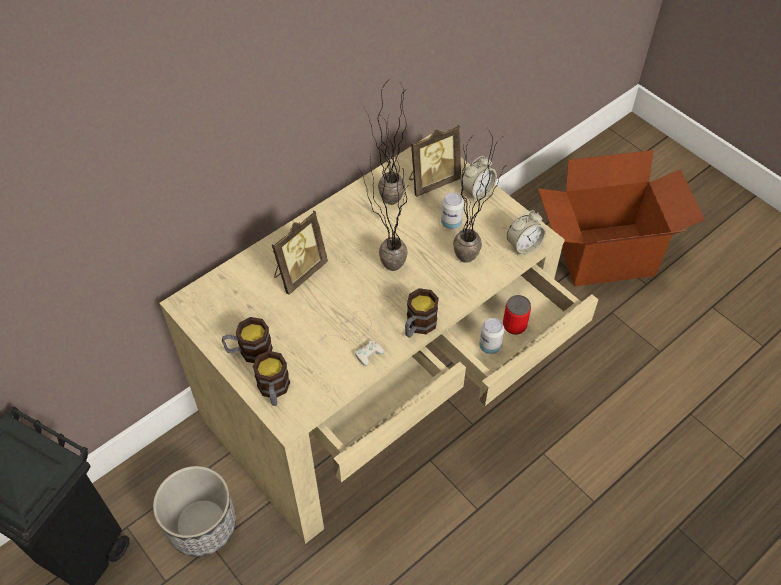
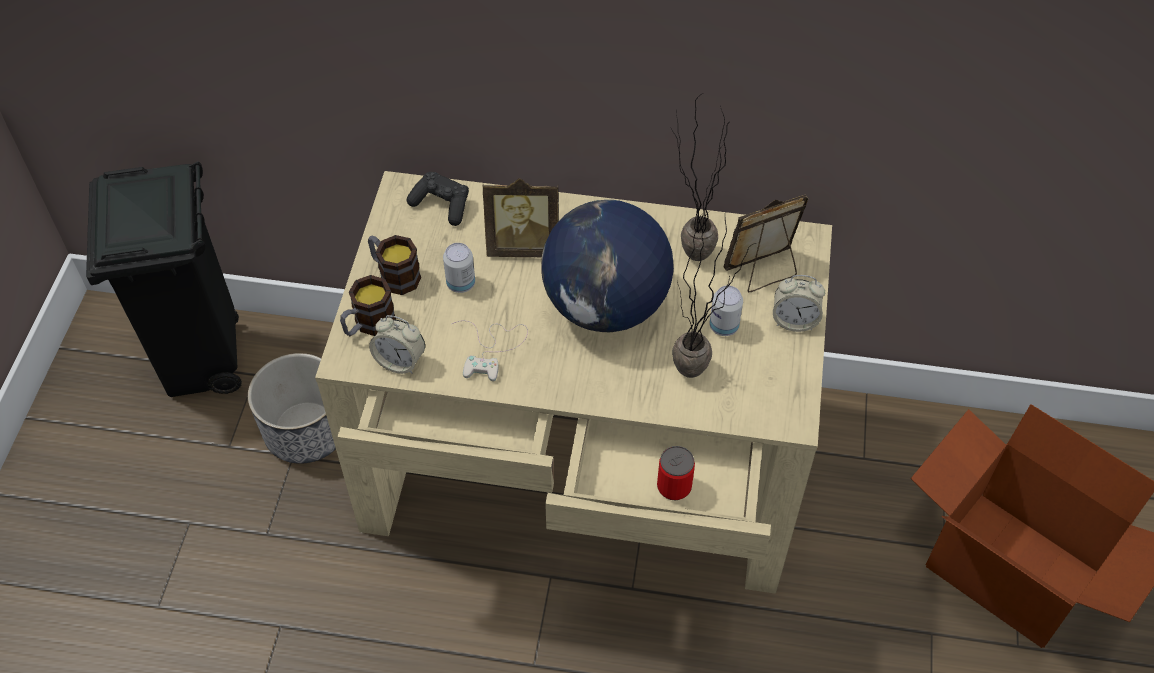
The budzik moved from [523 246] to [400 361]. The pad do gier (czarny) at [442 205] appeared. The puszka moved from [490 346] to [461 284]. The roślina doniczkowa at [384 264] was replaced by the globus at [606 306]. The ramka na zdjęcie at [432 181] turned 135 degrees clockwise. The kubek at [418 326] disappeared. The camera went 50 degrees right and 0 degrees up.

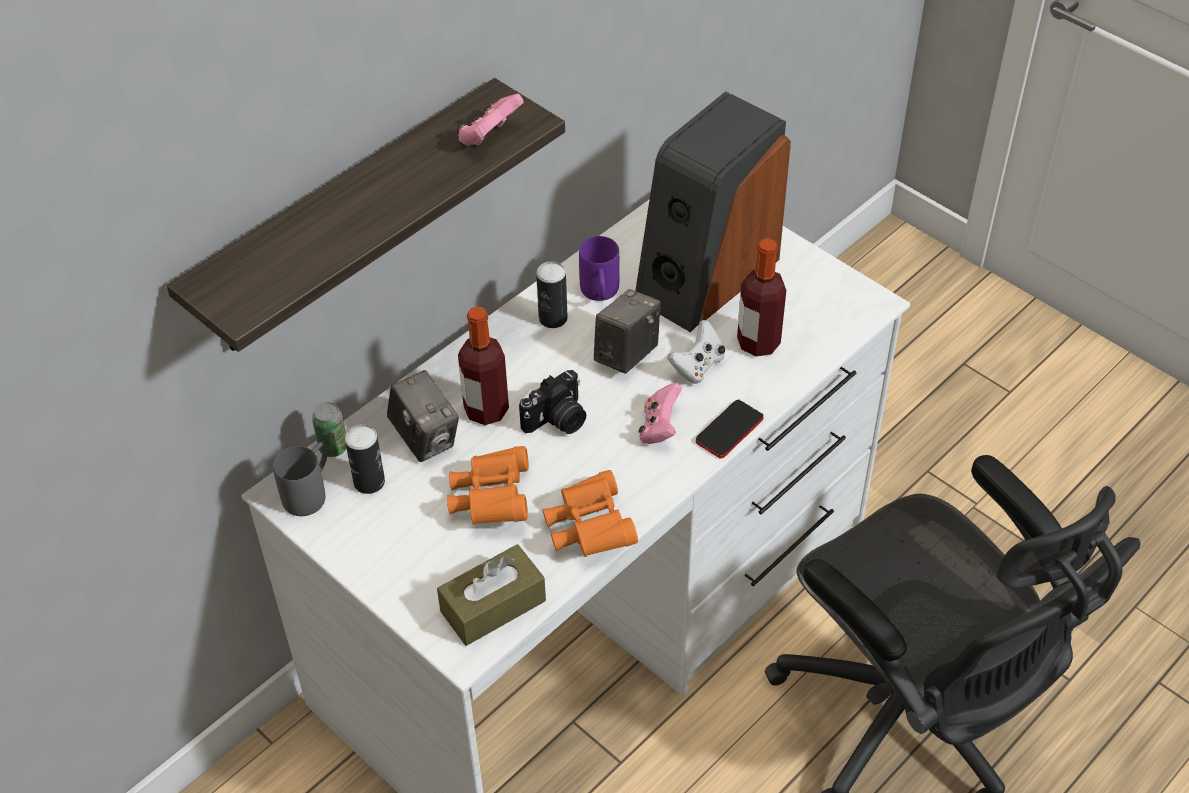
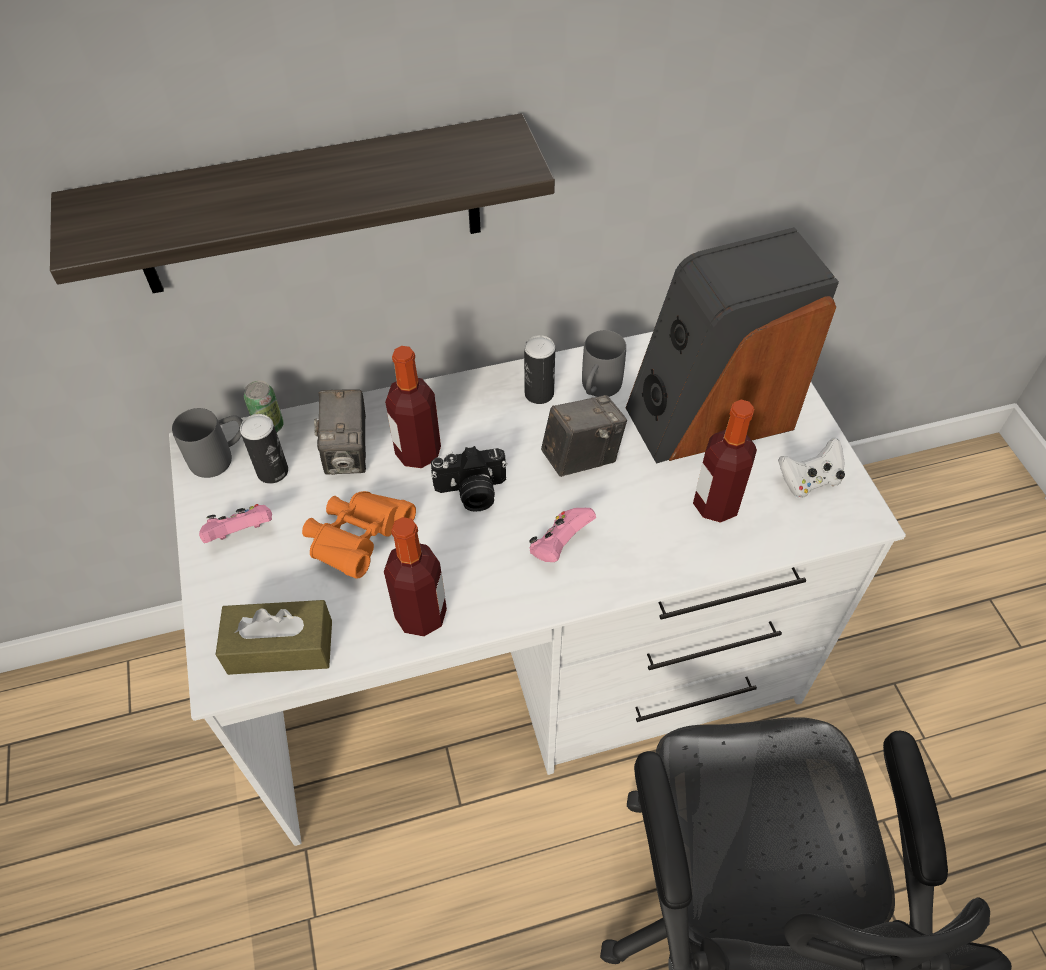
The pad do gier (różowy) moved from [489 137] to [241 533]. The lornetka (pomarańczowy) at [589 529] was replaced by the butelka at [421 615]. The kubek (fioletowy) at [600 294] became the kubek (szary) at [598 389]. The pad do gier (biały) moved from [697 366] to [809 480]. The telefon at [729 430] disappeared. The camera went 30 degrees right and 5 degrees up.

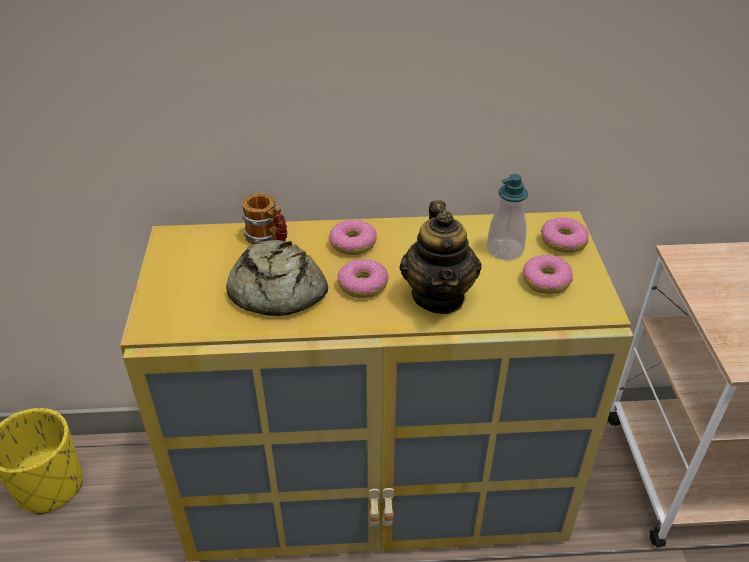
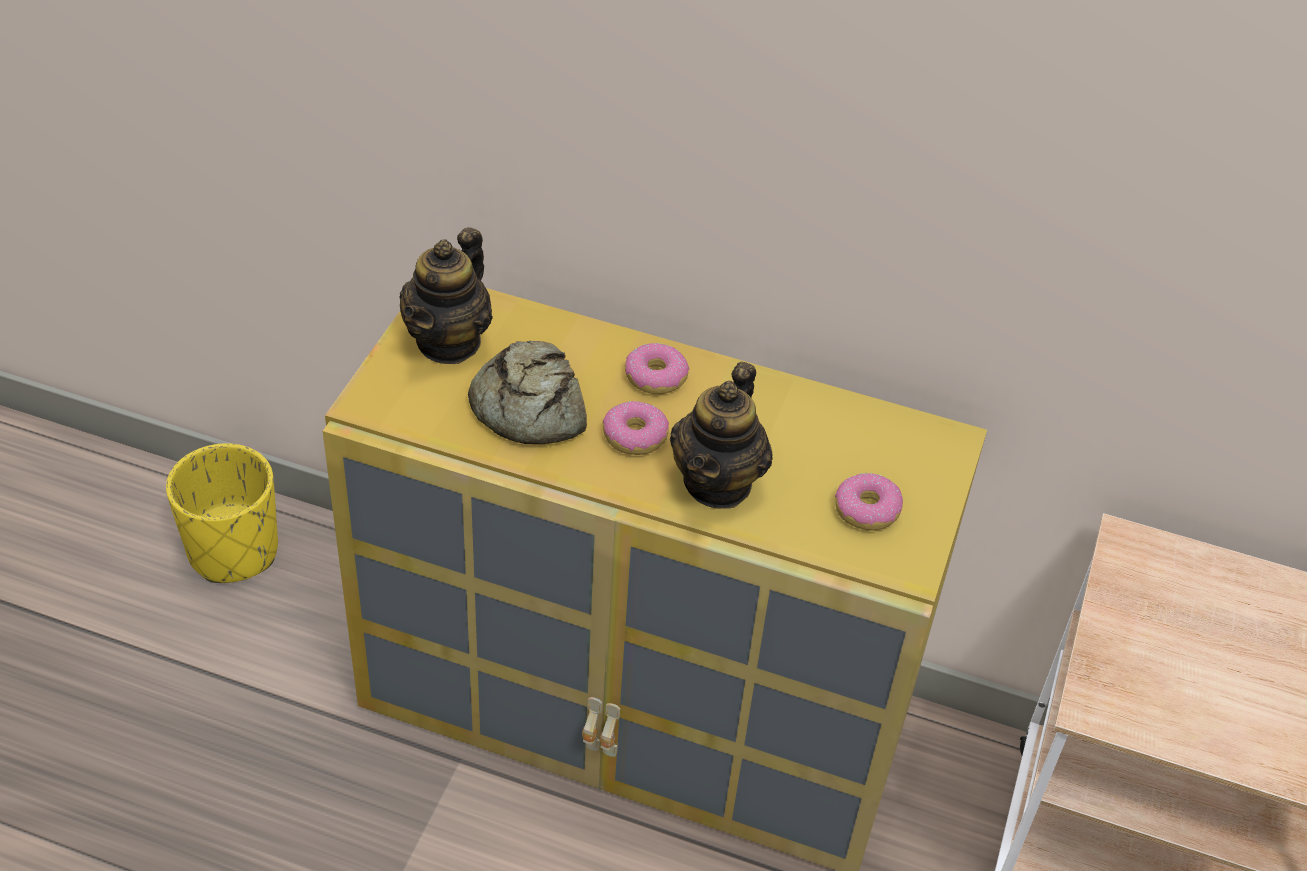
The imbryk at [449 342] appeared. The kubek at [268 239] disappeared. The dozownik mydła at [504 250] disappeared. The donut at [562 242] disappeared. The camera went 20 degrees right and 5 degrees up.

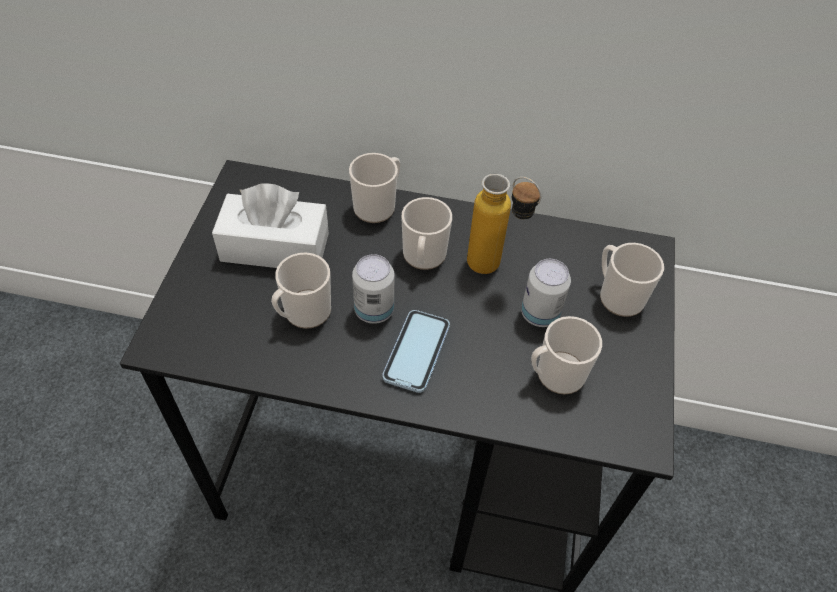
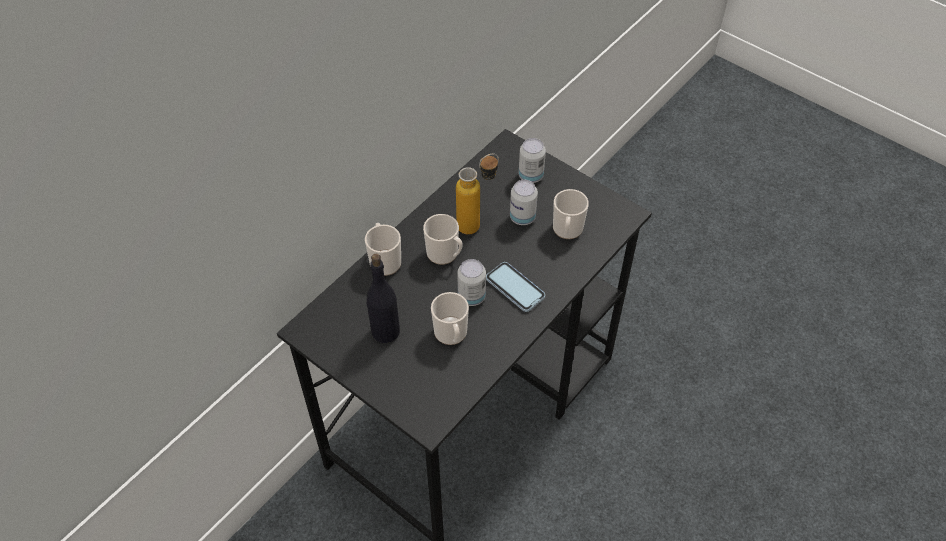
The pudełko chusteczek (biały) at [275 247] was replaced by the butelka (czarny) at [385 331]. The kubek at [617 295] was replaced by the puszka at [530 176]. The camera went 60 degrees left and 0 degrees up.

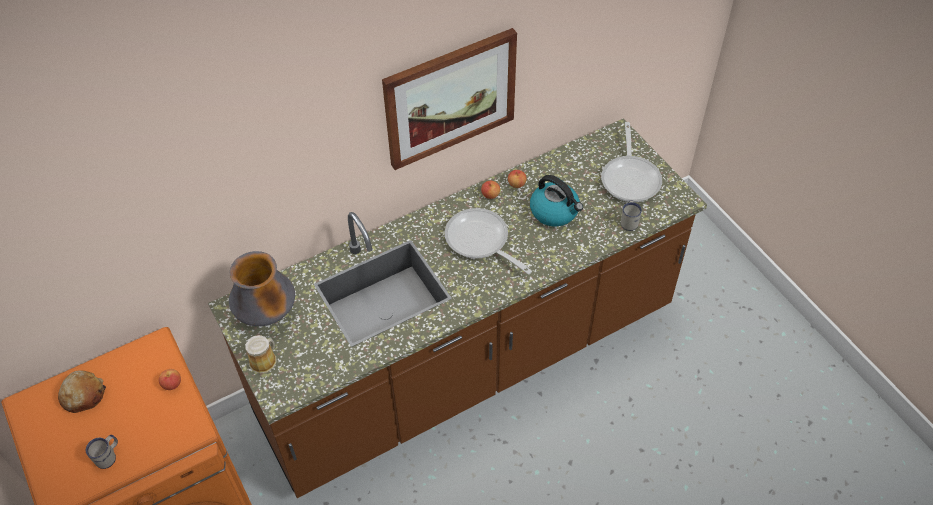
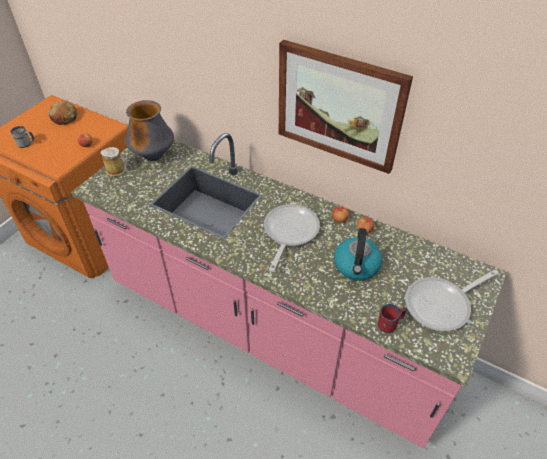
The zabudowa kuchenna (brązowy) at [468 364] became the zabudowa kuchenna (różowy) at [273 329]. The kubek (biały) at [629 221] became the kubek (czerwony) at [390 324]. The camera went 60 degrees right and 5 degrees down.

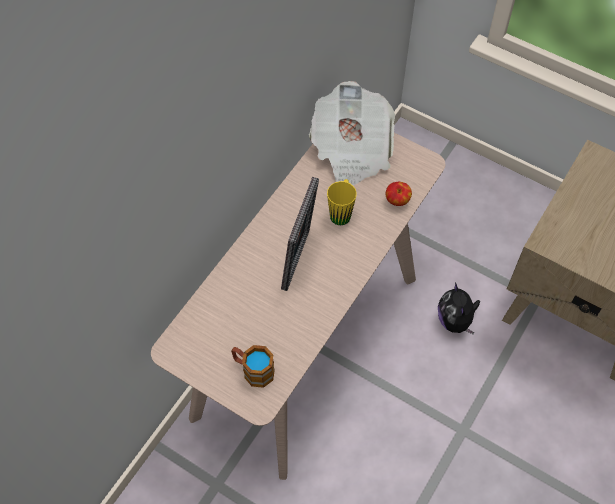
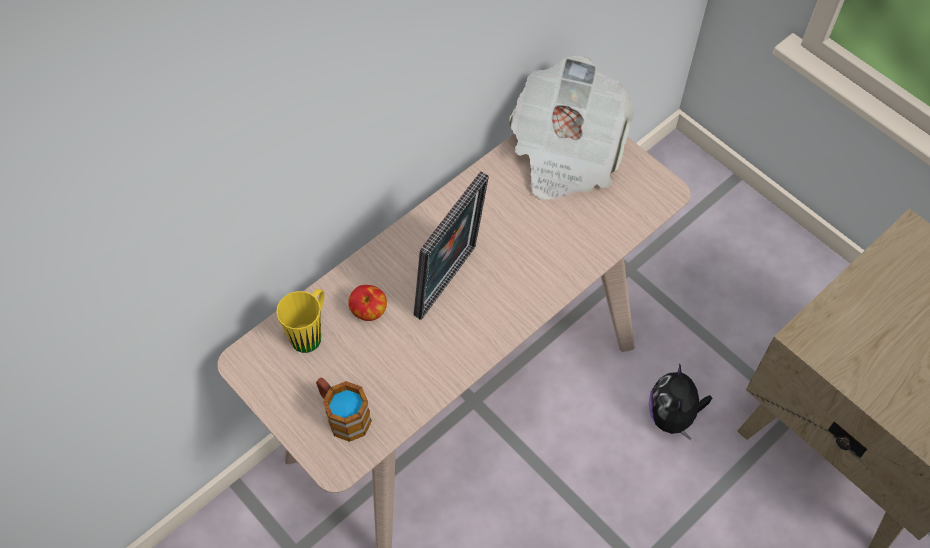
The kubek (żółty) moved from [341 212] to [311 332]. The jabłko moved from [397 201] to [369 312]. The camera went 15 degrees right and 0 degrees up.

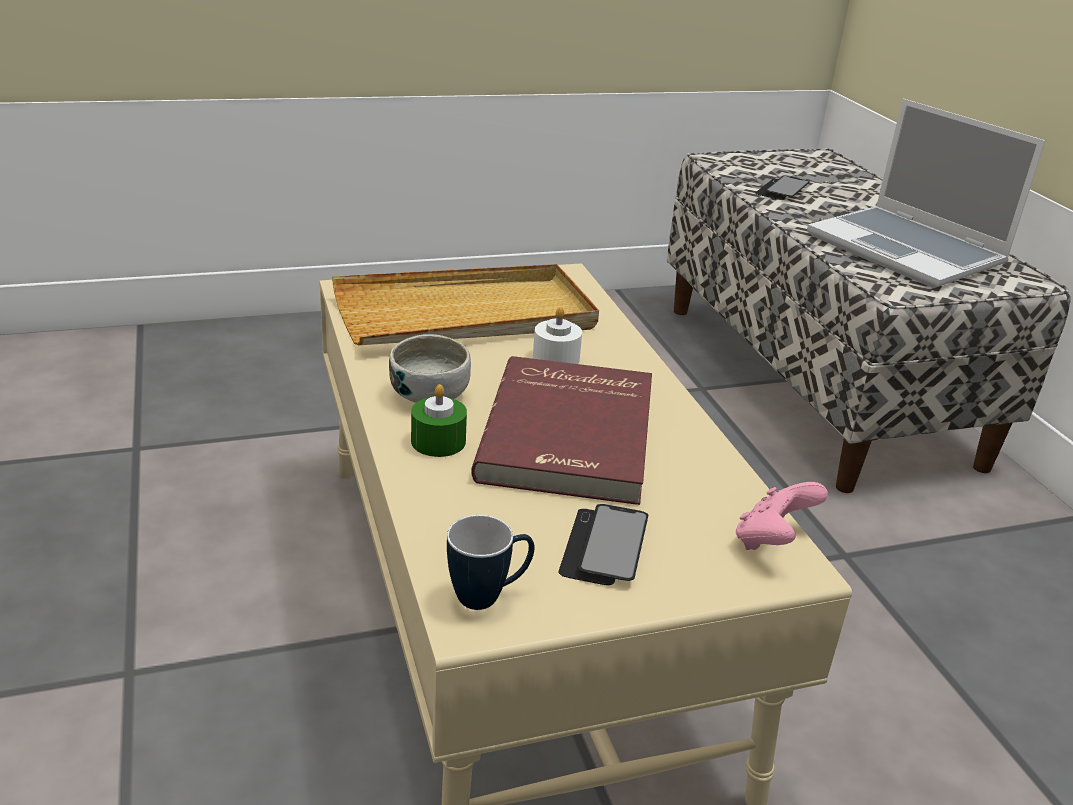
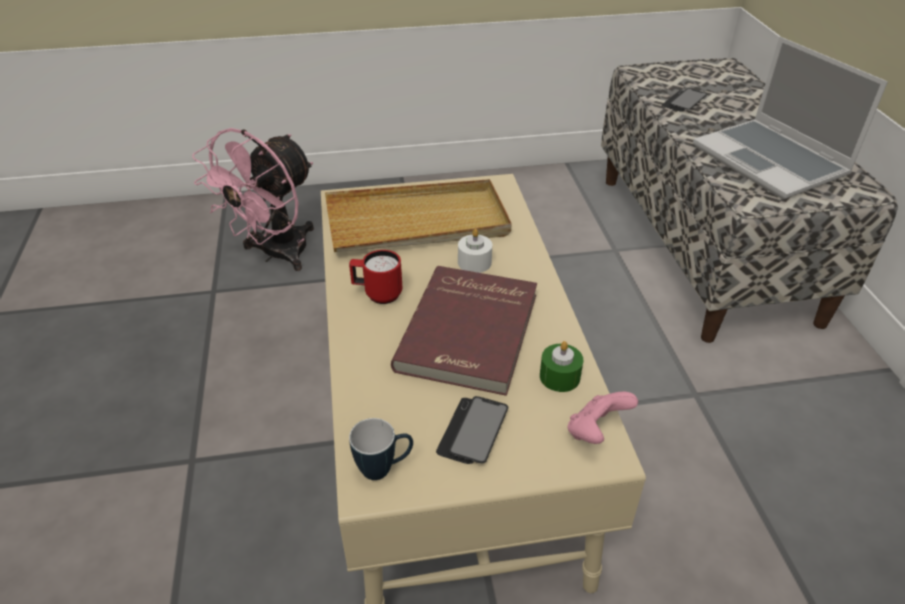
The wentylator (różowy) at [276 255] appeared. The miska at [429 395] was replaced by the kubek (czerwony) at [377 294]. The świeca (zielony) moved from [438 441] to [559 376]. The camera went 10 degrees right and 10 degrees up.

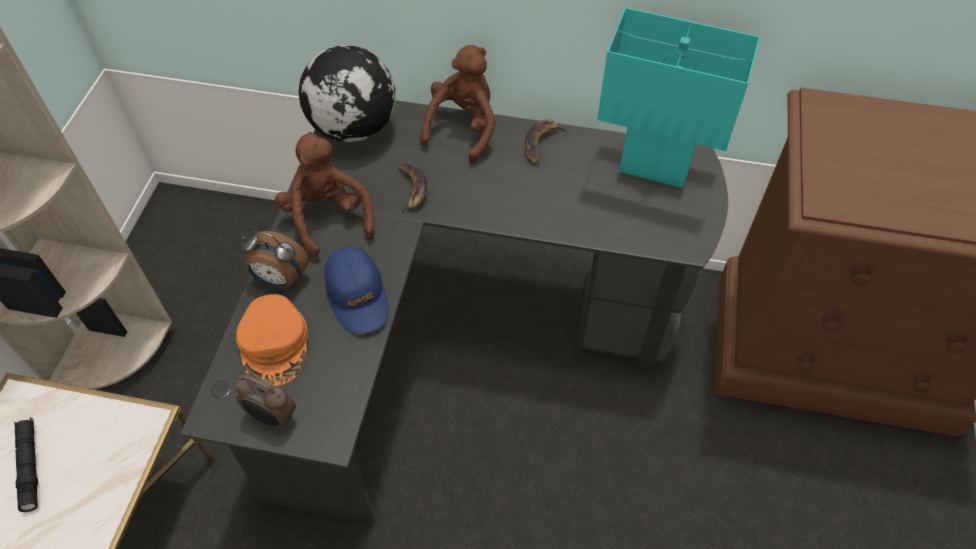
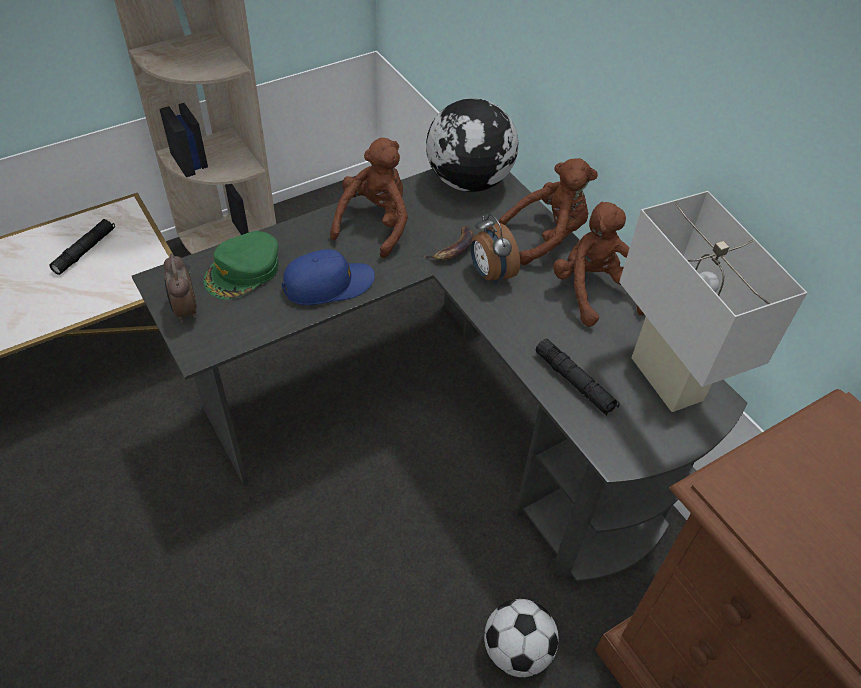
The czapka z daszkiem (pomarańczowy) at [275 344] became the czapka z daszkiem (zielony) at [243 271]. The czapka z daszkiem (niebieski) at [357 295] turned 135 degrees counterclockwise. The budzik moved from [280 279] to [490 274]. The piłka futbolowa at [516 651] appeared. The latarka (czarny) at [574 382] appeared. The banan at [542 143] was replaced by the pluszak (brązowy) at [594 291]. The lampa stołowa (turkusowy) at [654 168] became the lampa stołowa (biały) at [666 379]. The camera went 45 degrees right and 5 degrees down.

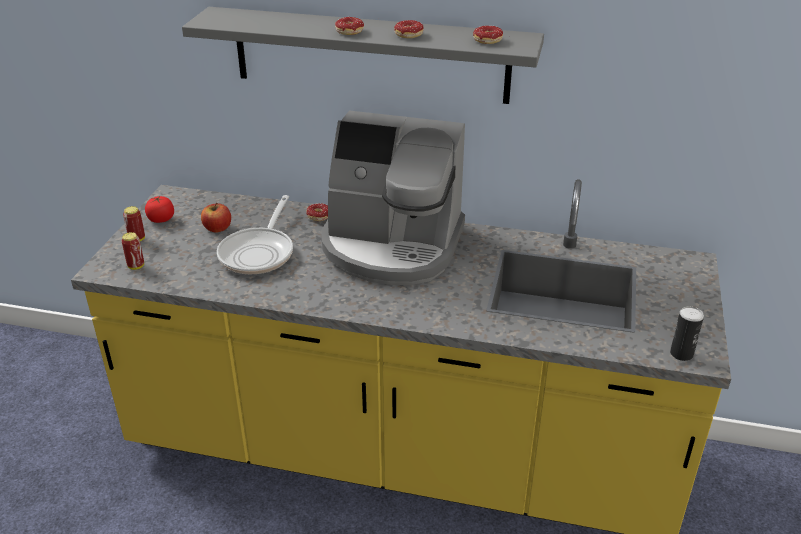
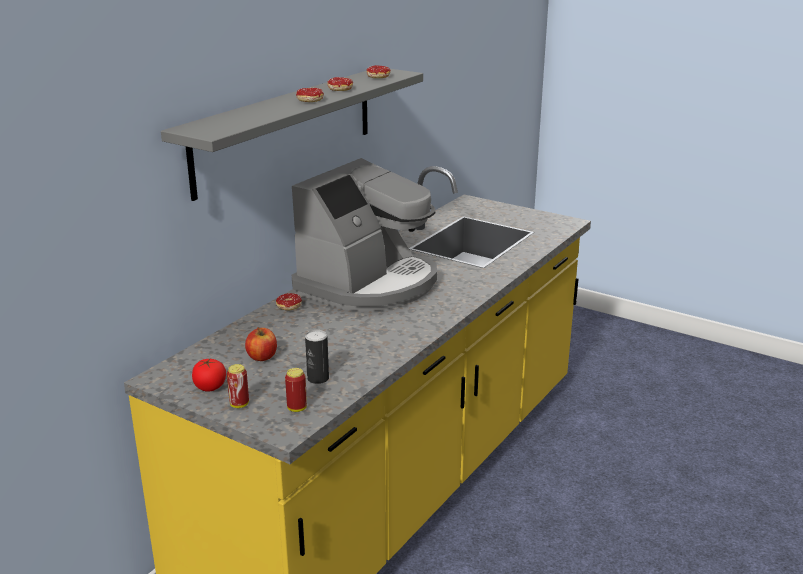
The puszka moved from [681 354] to [318 378]. The patelnia at [259 252] disappeared. The camera went 70 degrees left and 10 degrees down.

